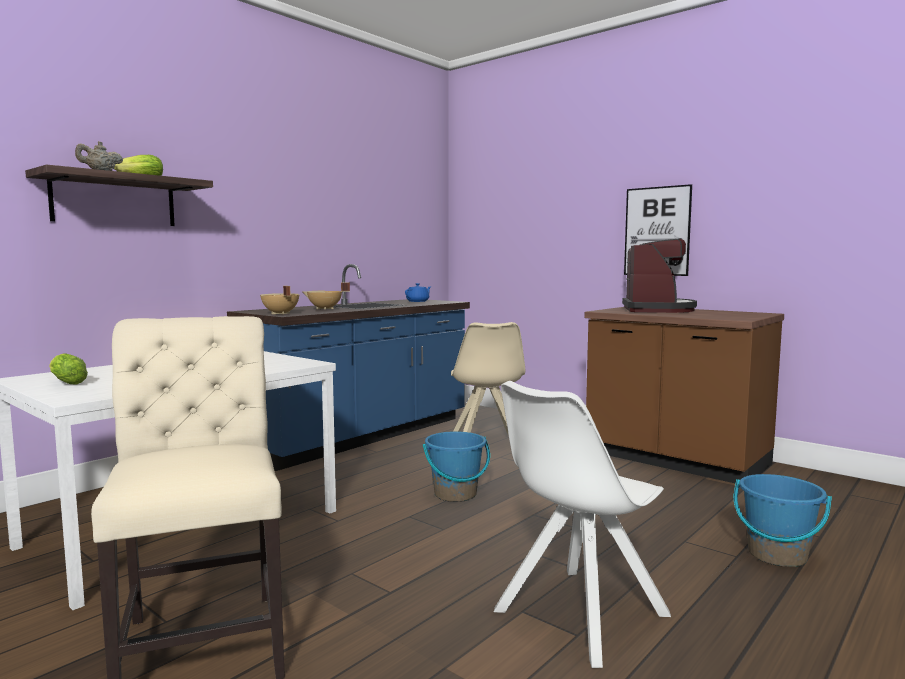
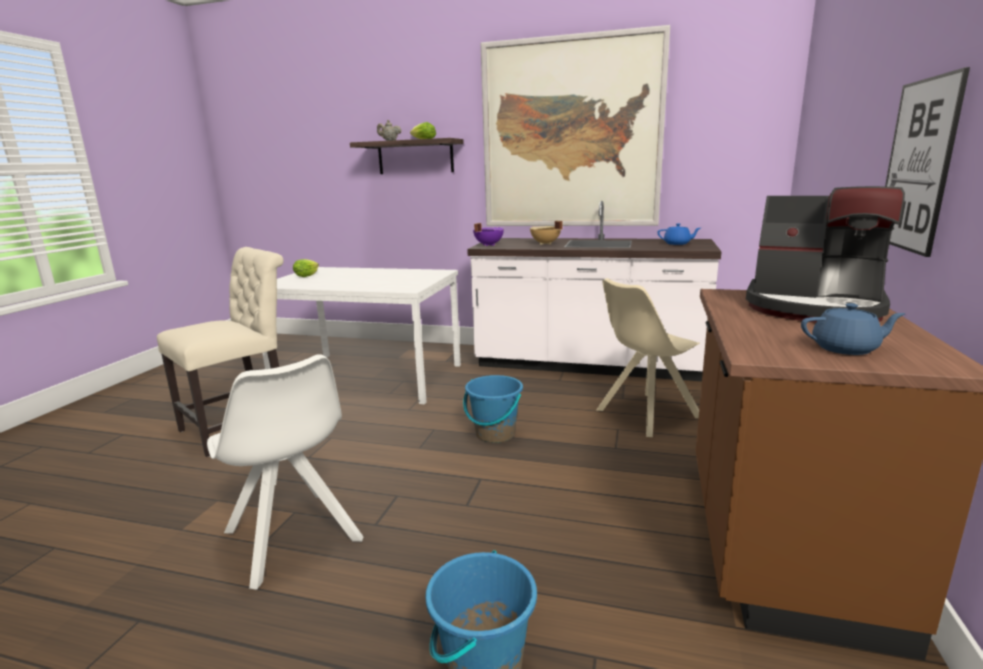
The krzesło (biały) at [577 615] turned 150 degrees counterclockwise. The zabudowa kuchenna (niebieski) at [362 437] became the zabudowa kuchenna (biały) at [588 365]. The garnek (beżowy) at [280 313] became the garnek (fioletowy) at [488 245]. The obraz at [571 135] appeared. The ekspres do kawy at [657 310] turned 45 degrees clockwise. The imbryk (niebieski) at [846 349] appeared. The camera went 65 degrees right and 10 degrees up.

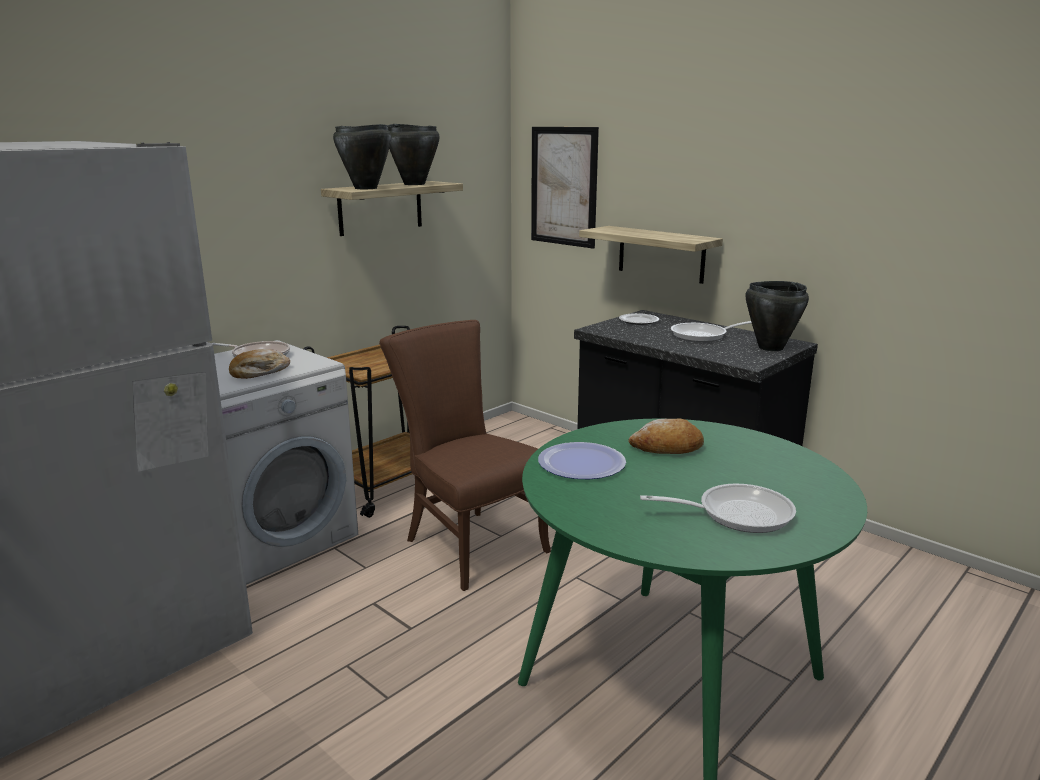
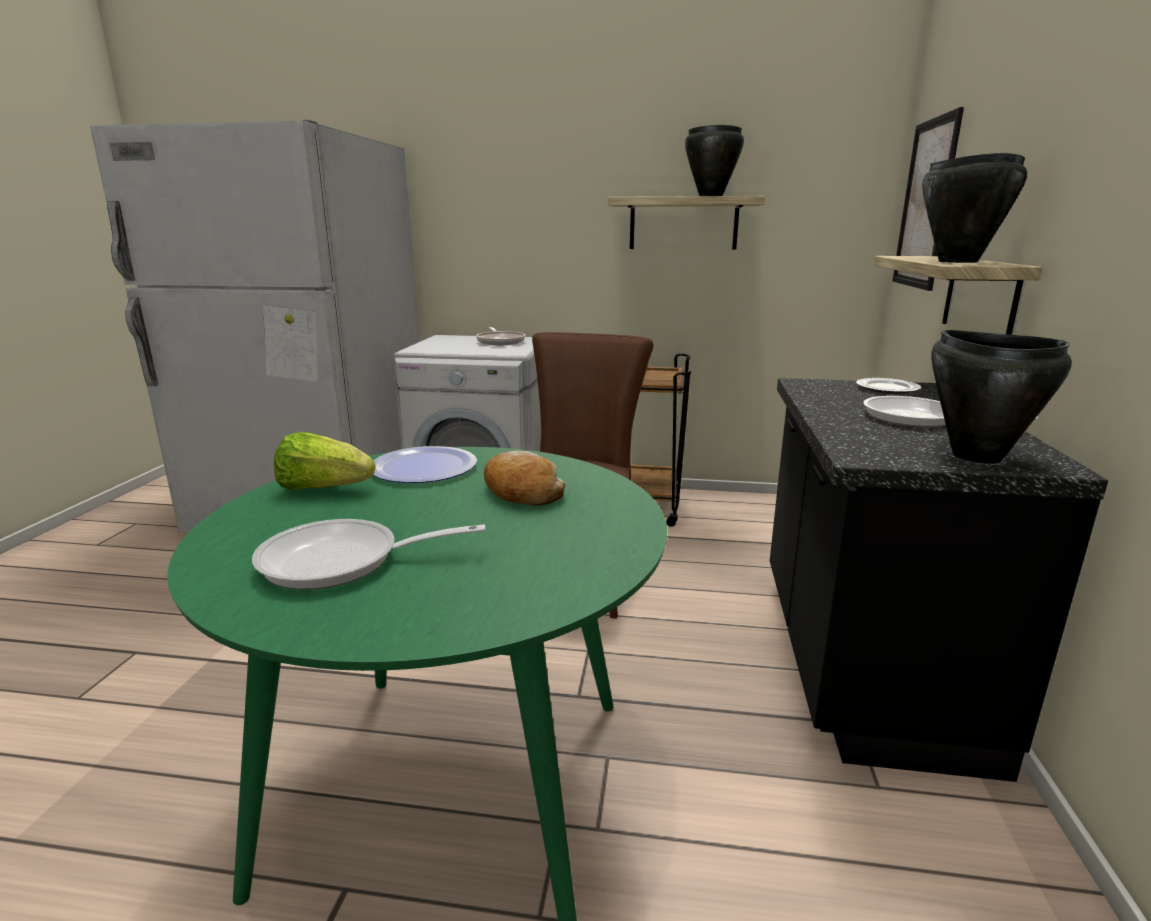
The patelnia at [736 514] turned 120 degrees clockwise. The sałata at [324 488] appeared. The garnek (czarny) moved from [365 188] to [957 262]. The chleb at [259 372] disappeared. The camera went 55 degrees right and 0 degrees up.

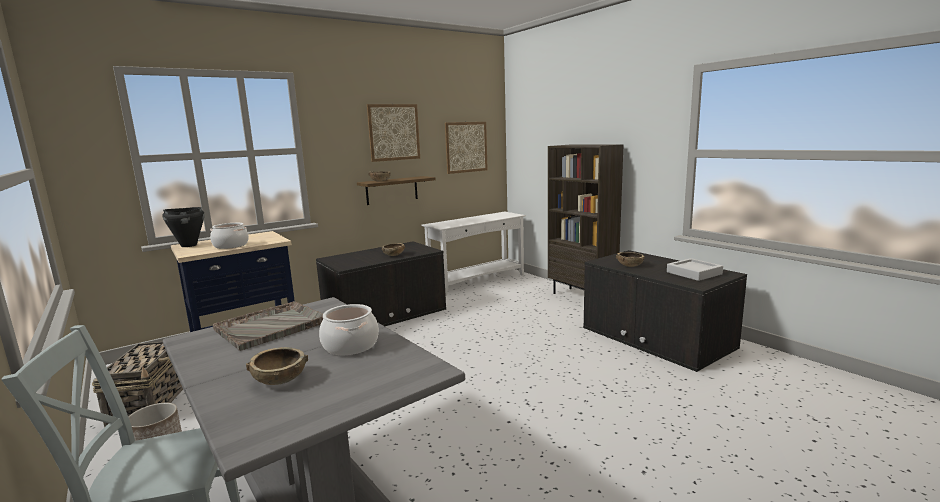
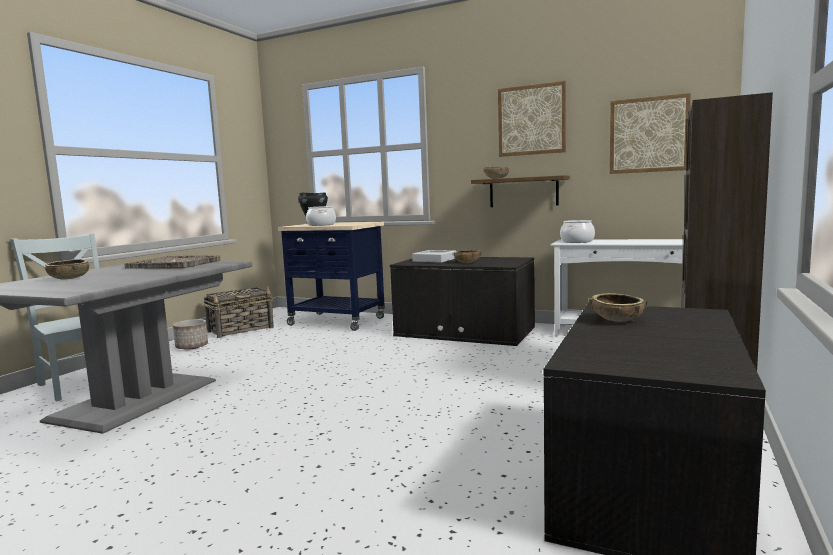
The taca (szary) moved from [694 273] to [434 260]. The garnek moved from [350 345] to [577 241]. The camera went 60 degrees right and 5 degrees down.

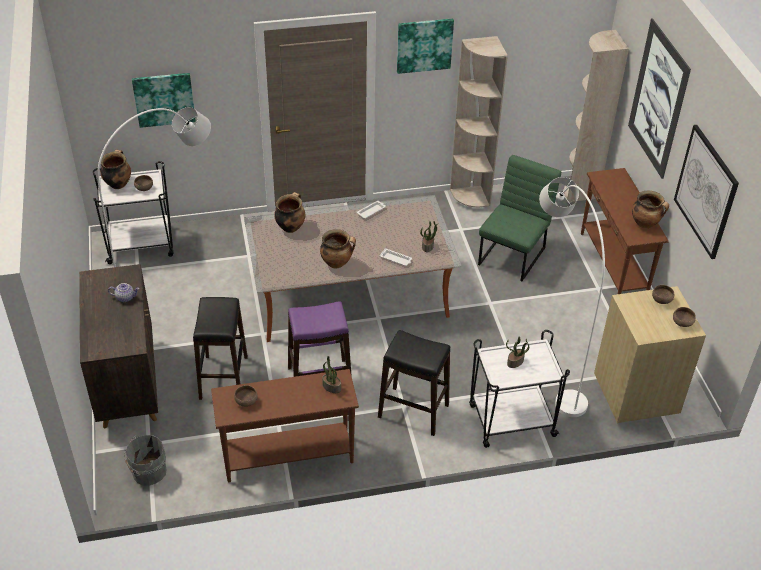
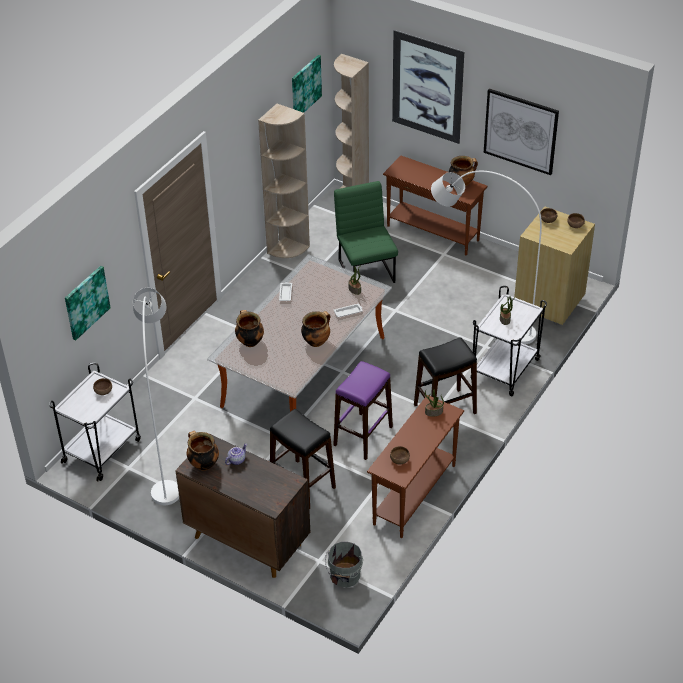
The garnek moved from [118 184] to [203 464]. The obraz moved from [424 45] to [305 86]. The camera went 45 degrees left and 0 degrees up.

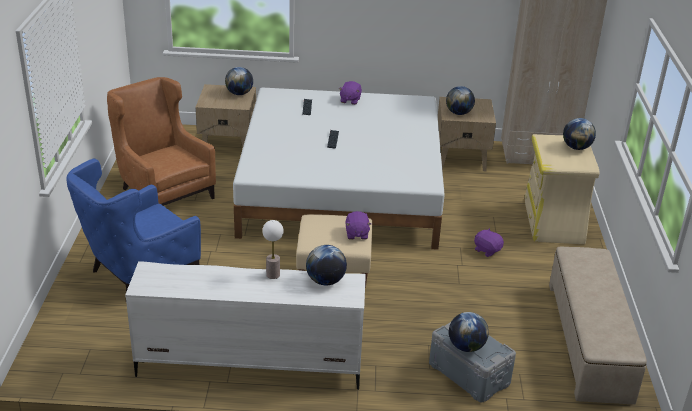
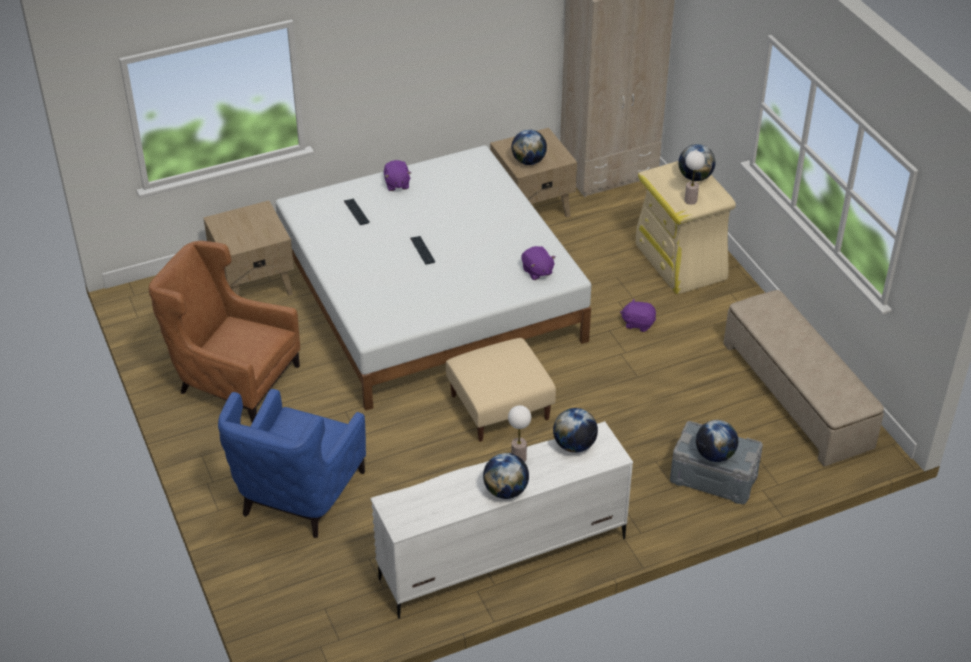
The globus moved from [239 93] to [505 491]. The pluszak (fioletowy) moved from [356 234] to [537 271]. The lampa stołowa at [690 200] appeared. The camera went 25 degrees left and 10 degrees up.

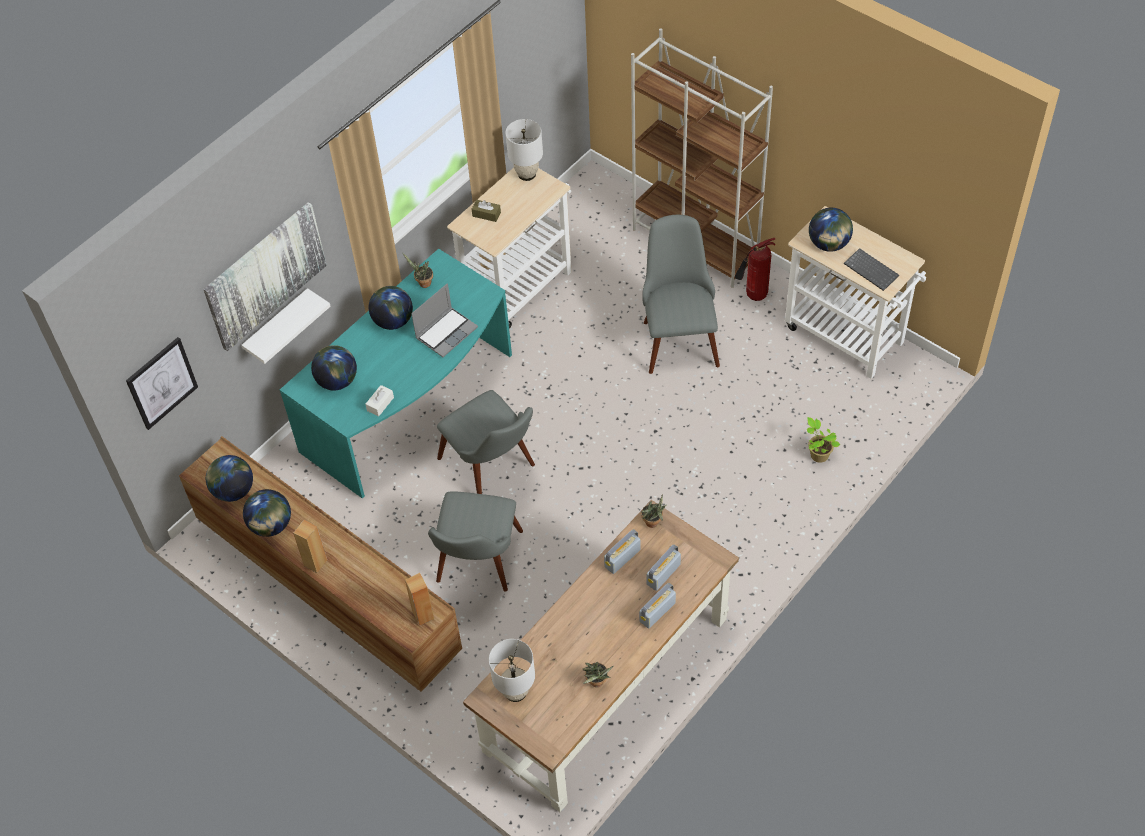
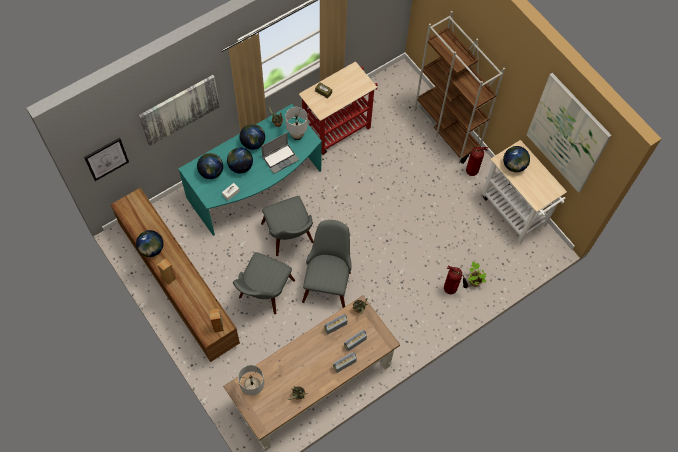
The globus moved from [233 490] to [240 166]. The lampa stołowa (biały) moved from [527 174] to [297 135]. The wózek (biały) at [519 288] became the wózek (czerwony) at [338 129]. The krzesło (szary) moved from [678 334] to [328 280]. The gaśnica at [451 289] appeared. The obraz at [567 134] appeared. The półka (biały) at [278 327] disappeared. The klawiatura at [872 270] disappeared. The camera went 10 degrees right and 10 degrees up.

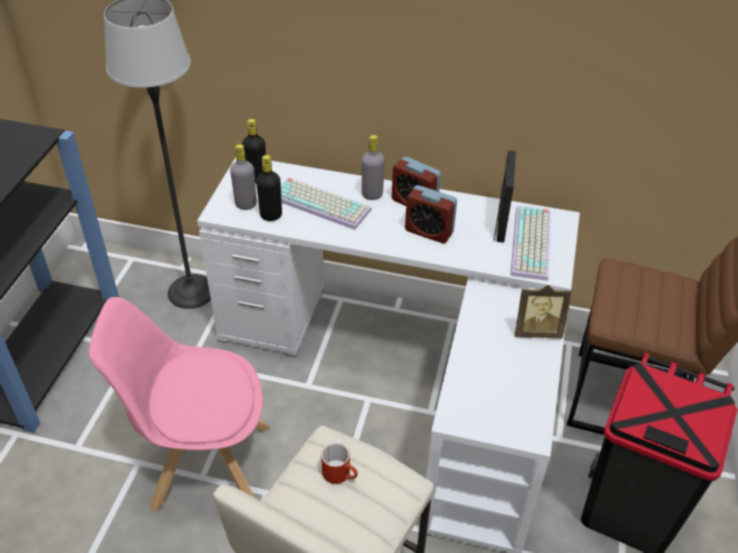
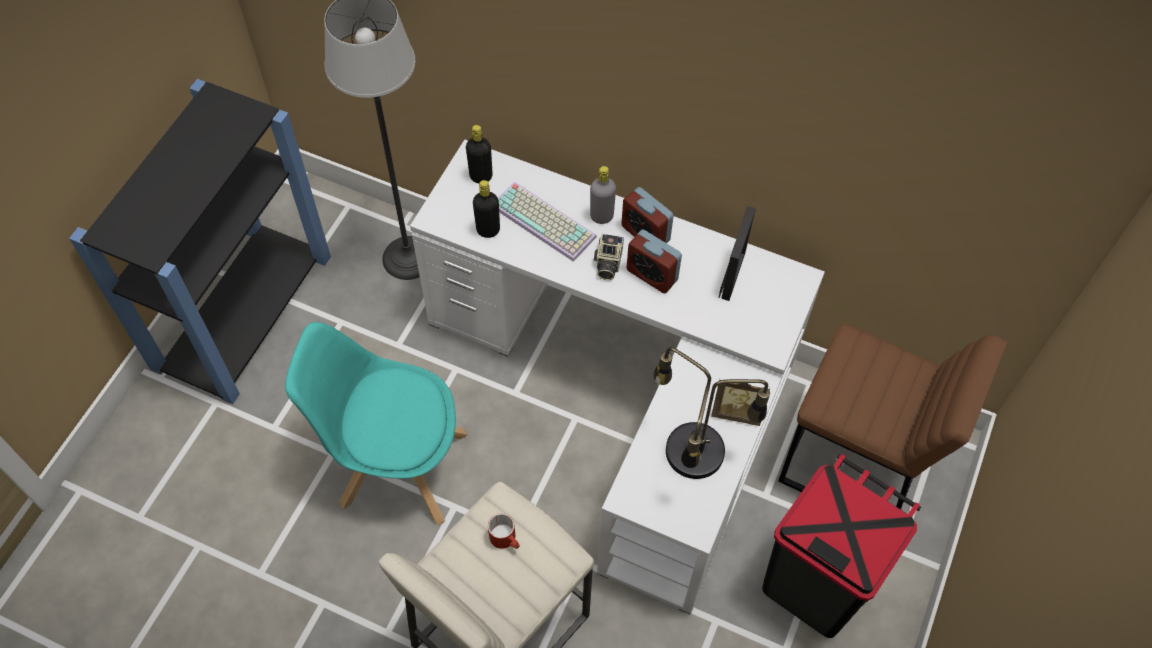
The krzesło (różowy) at [204 465] became the krzesło (turkusowy) at [397 467]. The aparat fotograficzny at [607 263] appeared. The lampa stołowa at [694 452] appeared. The butelka (szary) at [246 204] disappeared. The klawiatura at [533 244] disappeared. The camera went 10 degrees right and 15 degrees up.

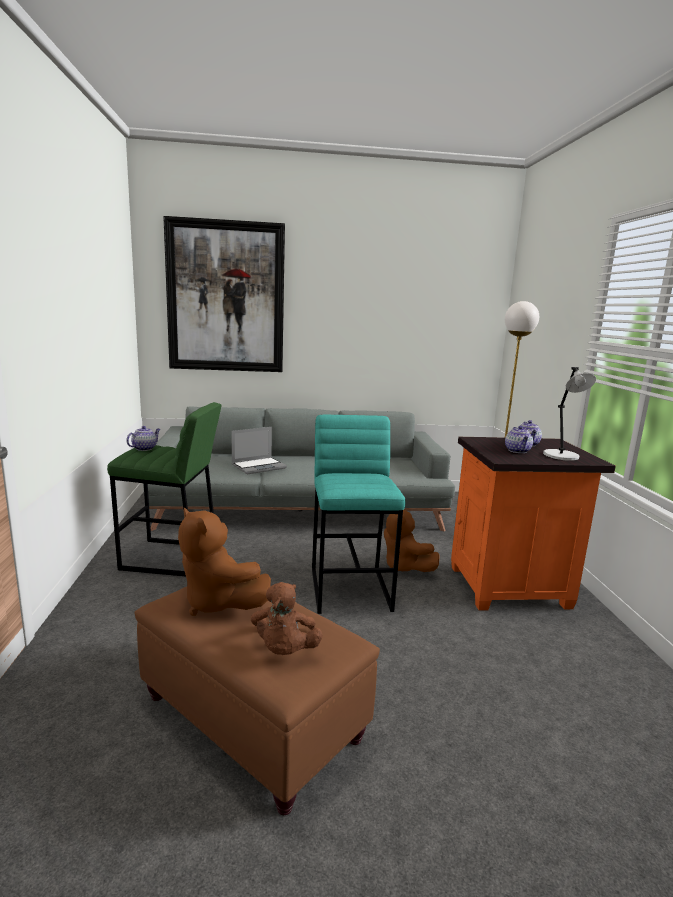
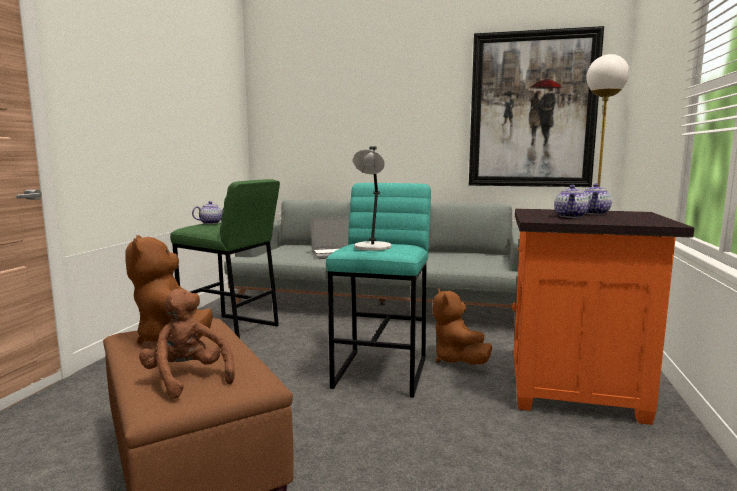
The pluszak (brązowy) at [284 650] turned 120 degrees clockwise. The lampa stołowa (szary) moved from [562 456] to [372 247]. The obraz moved from [226 297] to [532 110]. The camera went 20 degrees right and 5 degrees down.

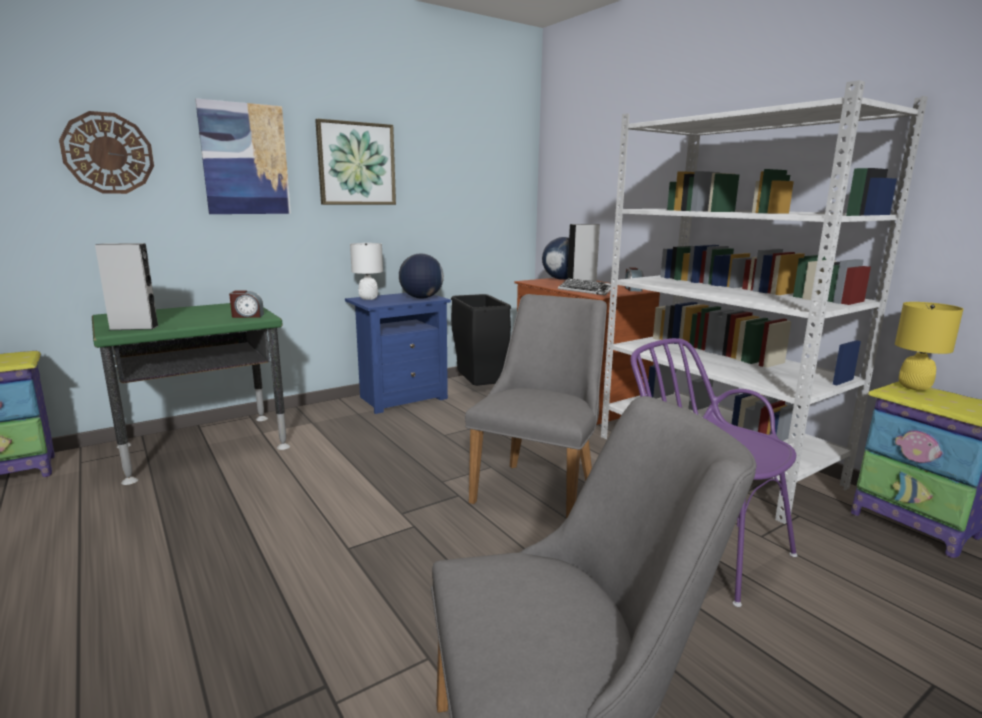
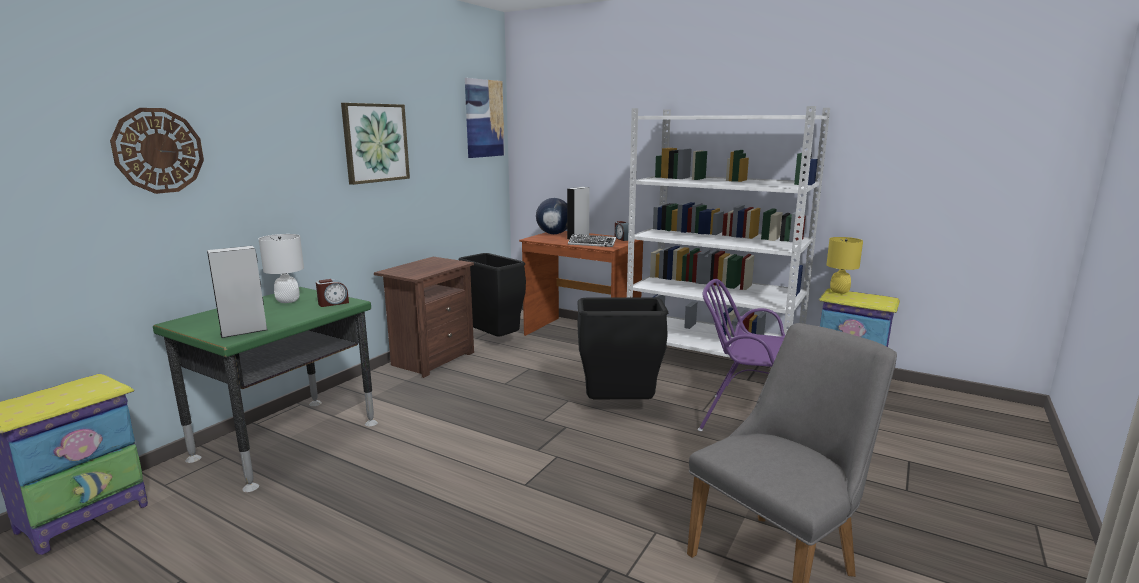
The lampa stołowa (biały) moved from [368 299] to [288 301]. The szafka nocna (niebieski) at [401 398] became the szafka nocna (brązowy) at [431 359]. The obraz moved from [245 159] to [484 118]. The krzesło (szary) at [540 487] was replaced by the kosz na śmieci (czarny) at [619 407]. The globus at [421 298] disappeared. The camera went 25 degrees left and 0 degrees up.

